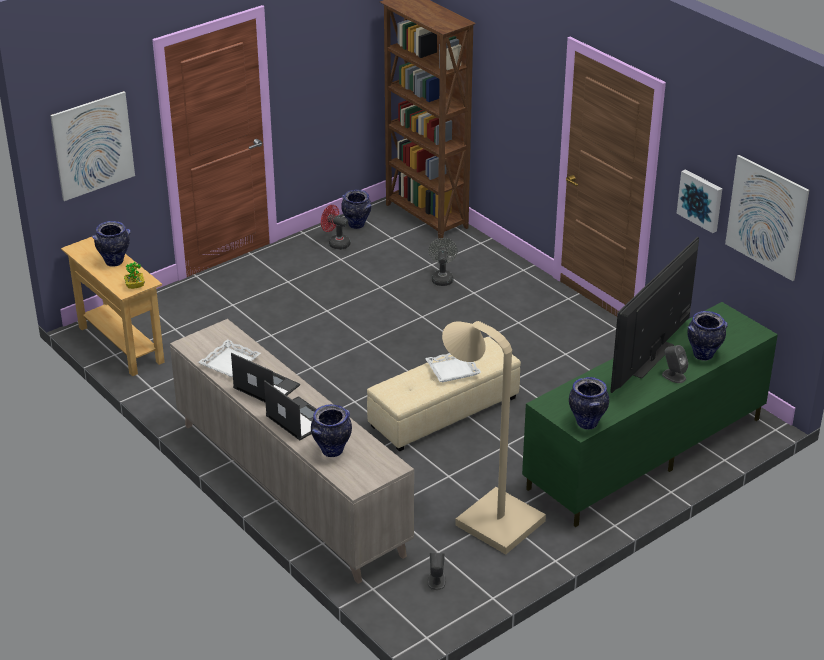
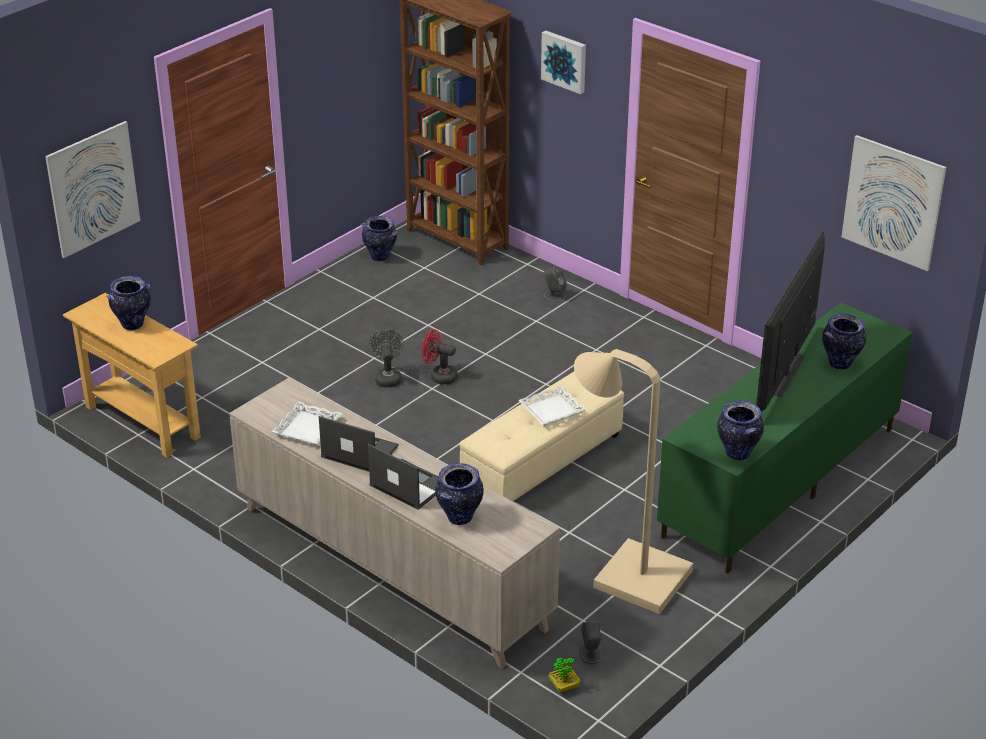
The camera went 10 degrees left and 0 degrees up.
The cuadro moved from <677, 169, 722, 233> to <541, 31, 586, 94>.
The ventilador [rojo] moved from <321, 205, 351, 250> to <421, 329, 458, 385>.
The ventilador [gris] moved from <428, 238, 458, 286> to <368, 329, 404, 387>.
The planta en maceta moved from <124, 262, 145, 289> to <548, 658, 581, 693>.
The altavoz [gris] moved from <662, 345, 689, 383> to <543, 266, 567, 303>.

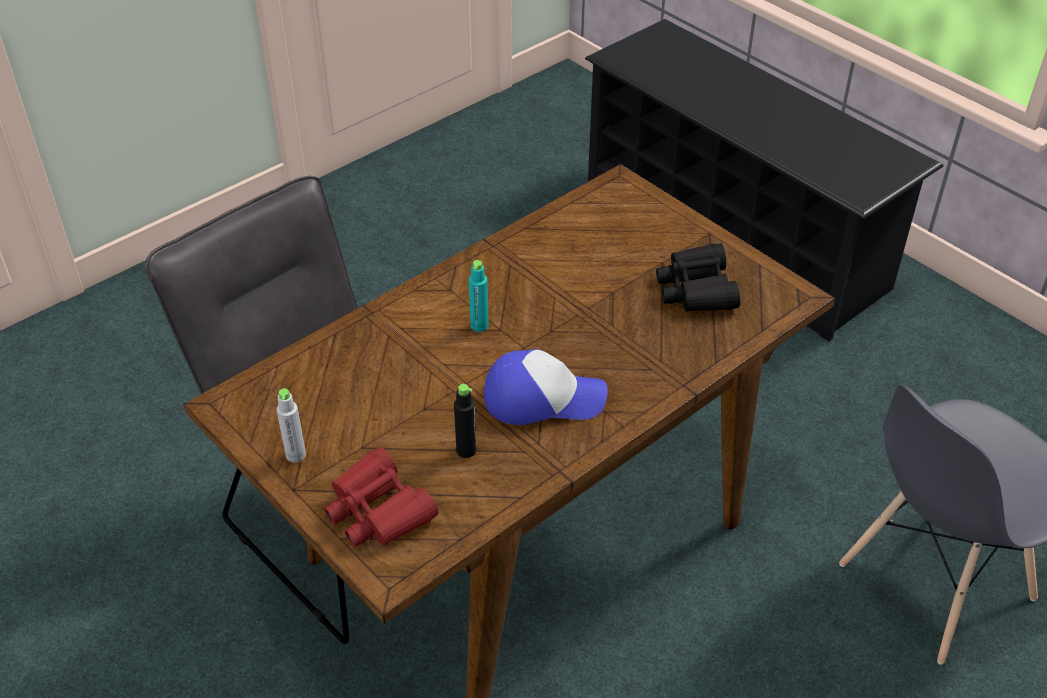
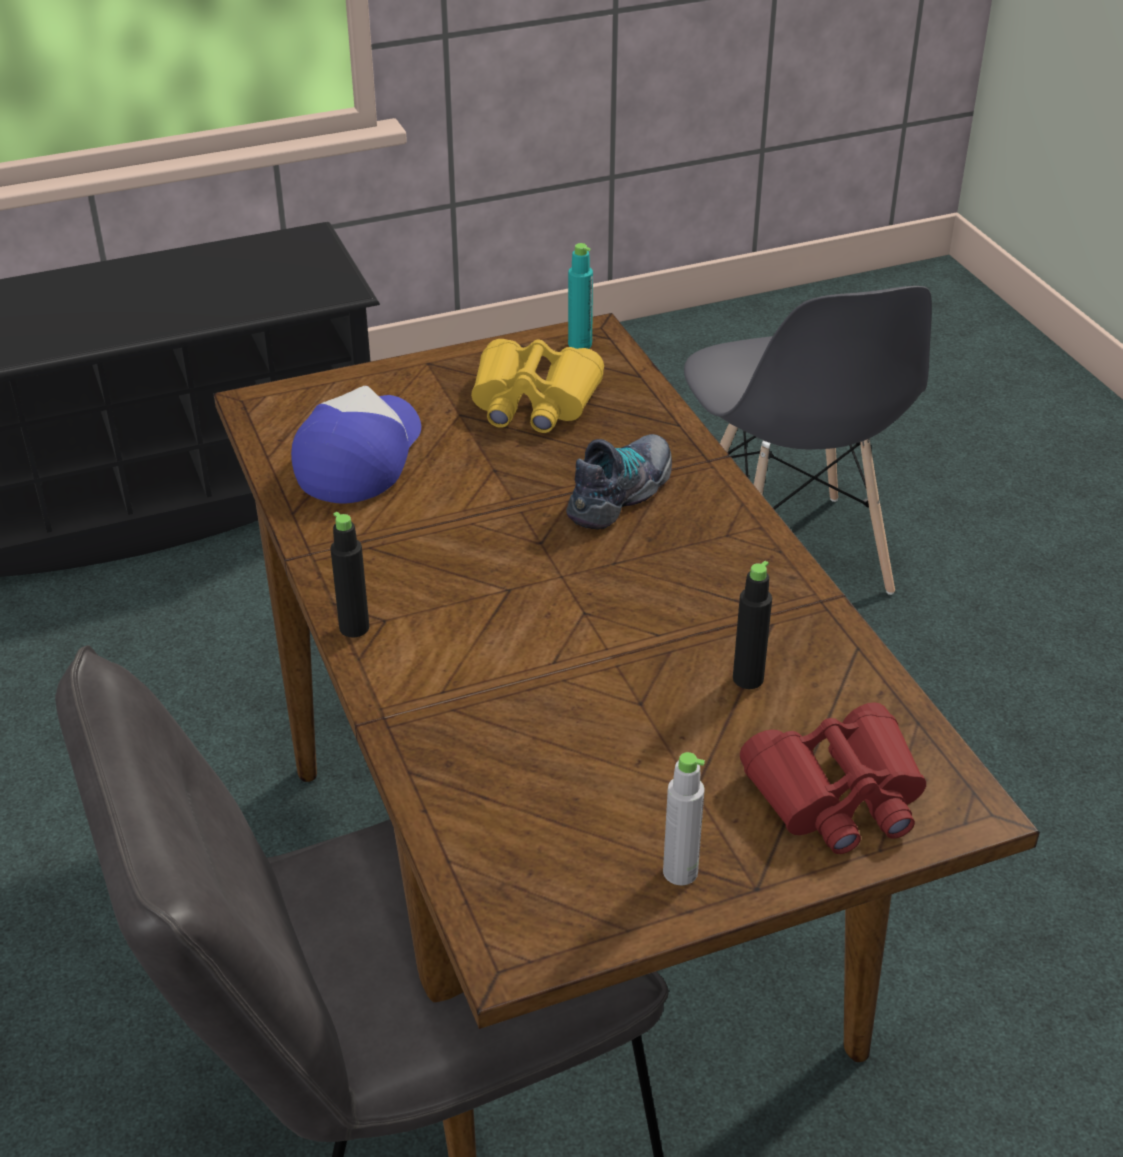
The camera went 70 degrees left and 5 degrees down.
The prismáticos [negro] at <656, 243, 740, 312> became the prismáticos [amarillo] at <471, 339, 604, 433>.
The botella [turquesa] moved from <469, 260, 489, 332> to <568, 243, 593, 349>.
The gorra moved from <484, 349, 608, 425> to <291, 386, 421, 503>.
The zapato at <566, 434, 672, 530> appeared.
The botella [negro] at <330, 512, 369, 637> appeared.

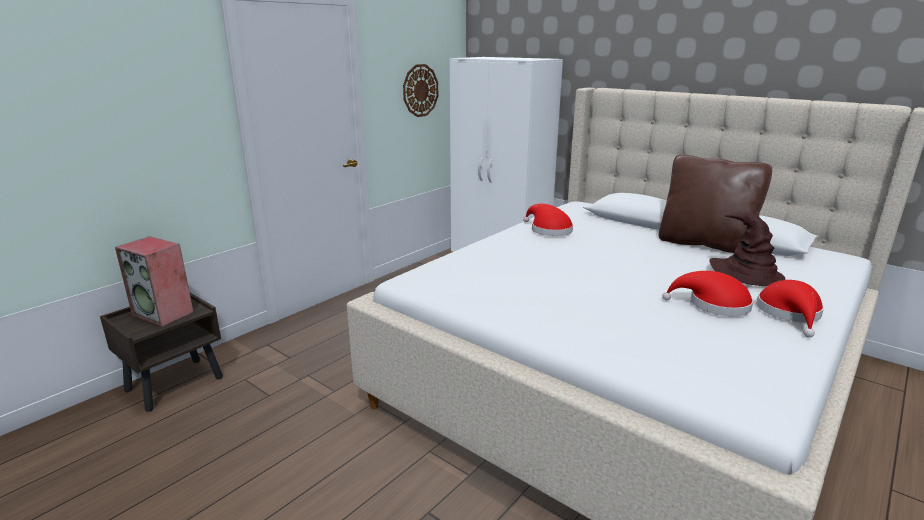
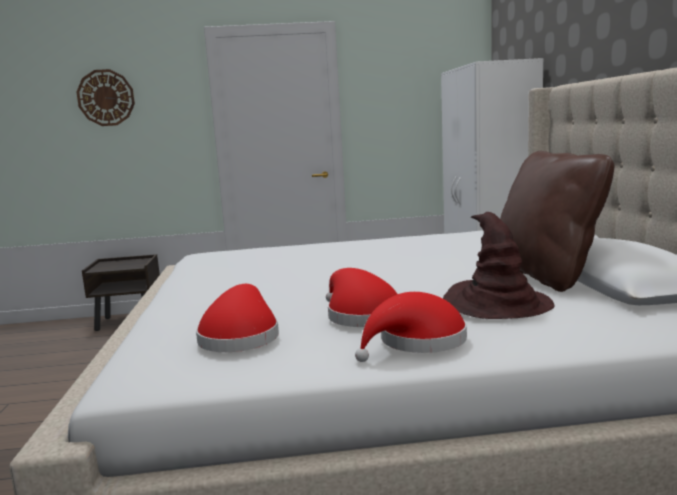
The camera went 45 degrees right and 10 degrees down.
The reloj de pared moved from <403, 64, 438, 117> to <76, 69, 135, 126>.
The sombrero [rojo] moved from <523, 204, 573, 236> to <196, 284, 279, 352>.
The altavoz at <115, 236, 194, 327> disappeared.

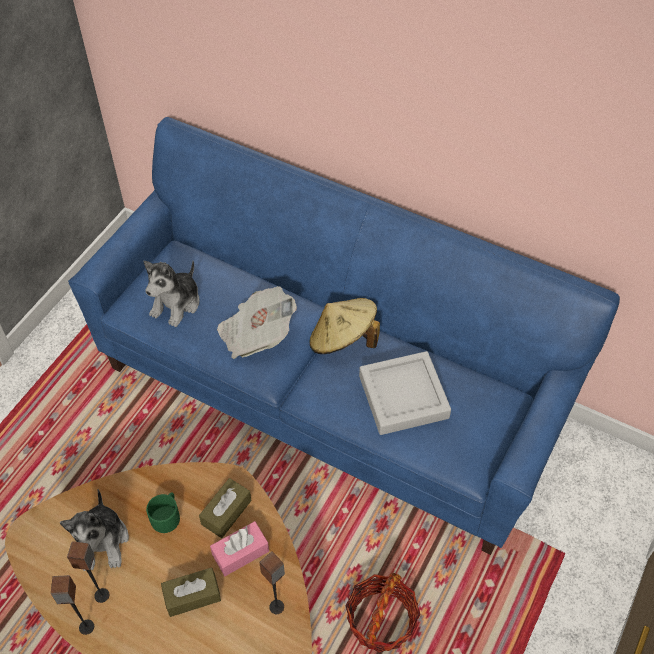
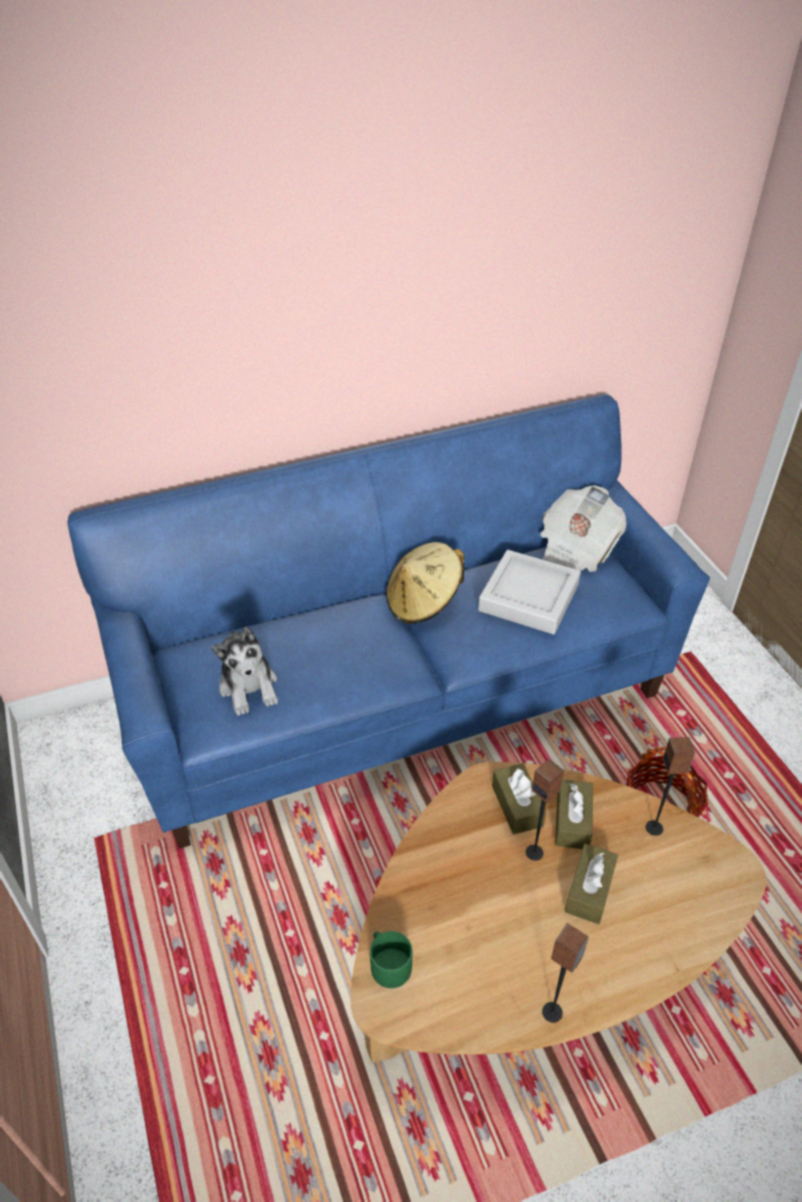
The camera went 50 degrees left and 10 degrees down.
The periódico moved from <217, 286, 297, 359> to <540, 485, 627, 572>.
The peluche at <60, 489, 129, 571> disappeared.
The taza grande [verde] moved from <146, 493, 180, 533> to <370, 931, 412, 988>.
The caja de pañuelos [rosa] at <210, 521, 269, 576> became the caja de pañuelos [marrón] at <555, 779, 593, 849>.
The altavoz moved from <67, 541, 109, 603> to <526, 759, 564, 861>.

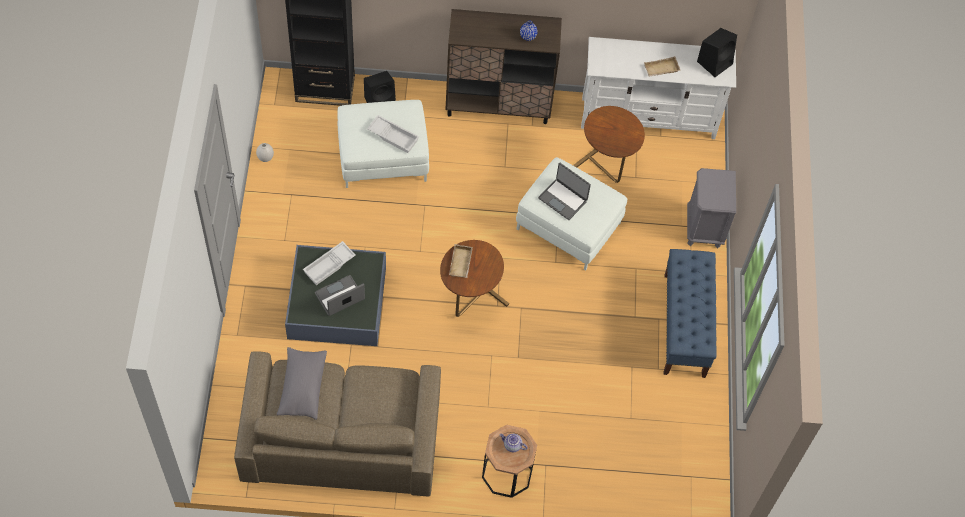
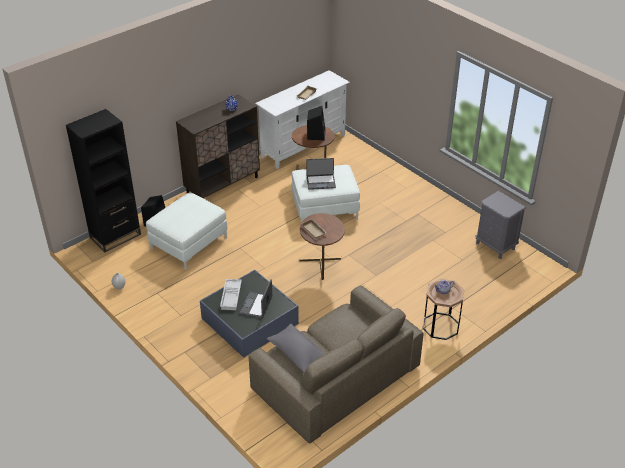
The camera went 40 degrees left and 20 degrees down.
The altavoz [negro] moved from <697, 28, 737, 77> to <307, 106, 326, 140>.
The bandeja [blanco] at <367, 115, 419, 153> disappeared.
The mesita de noche [gris] moved from <687, 168, 736, 249> to <476, 191, 526, 259>.
The banco [azul] at <664, 249, 717, 378> disappeared.

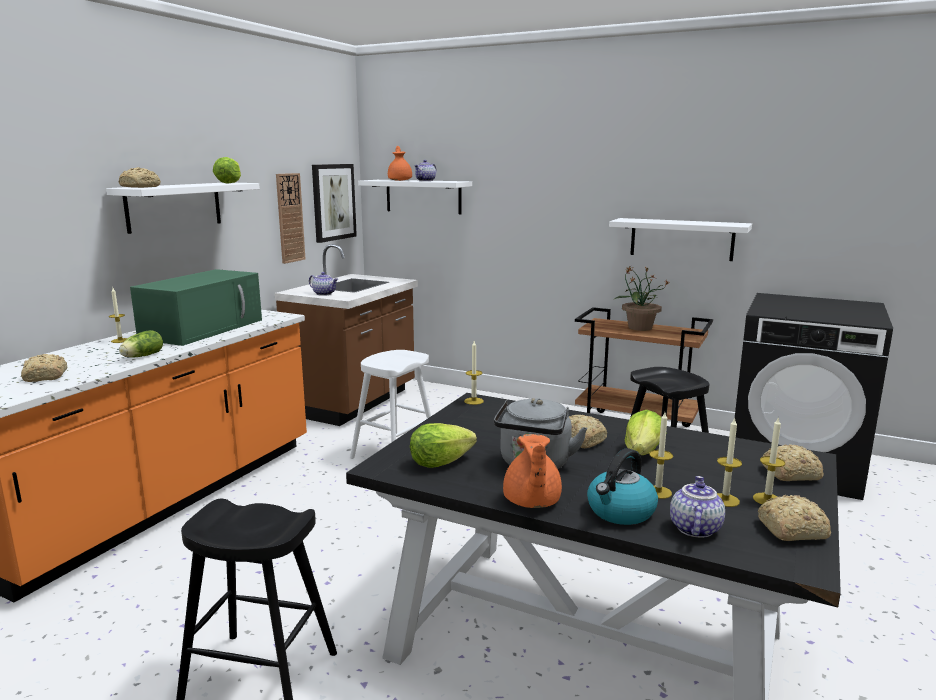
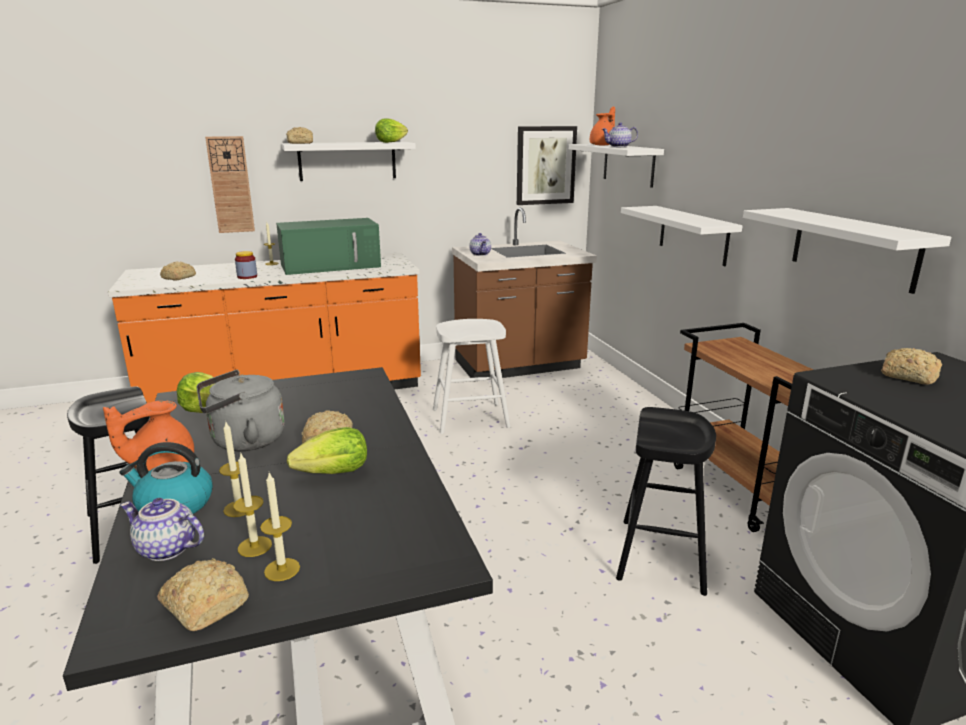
The camera went 45 degrees right and 5 degrees up.
The reloj de pared moved from <276, 173, 305, 264> to <205, 136, 255, 233>.
The planta en maceta at <615, 267, 670, 331> disappeared.
The lechuga at <119, 330, 163, 358> was replaced by the tarro at <235, 251, 257, 279>.
The vela at <464, 341, 484, 405> disappeared.
The pan moved from <762, 444, 824, 481> to <881, 348, 942, 384>.
The tetera at <670, 476, 725, 538> turned 135 degrees counterclockwise.
The estante [blanco] at <621, 206, 743, 266> appeared.

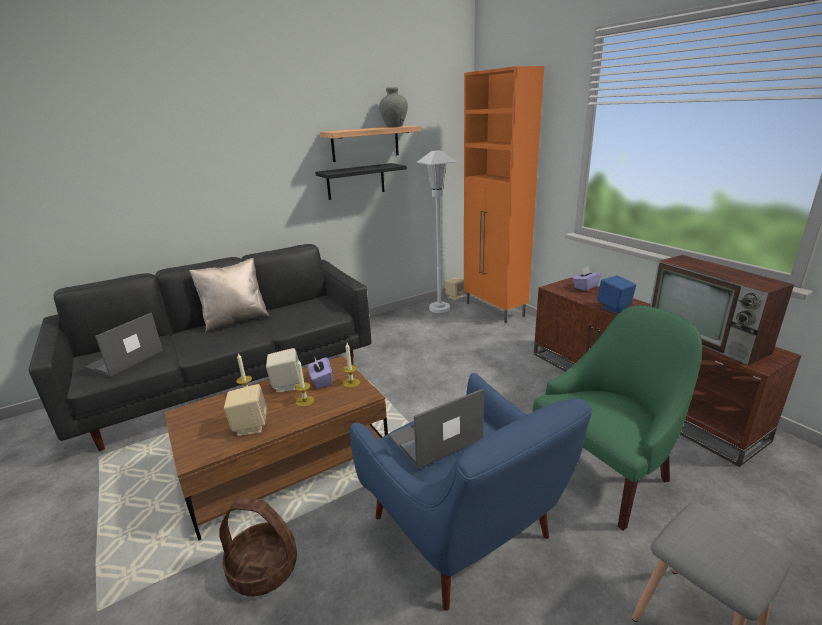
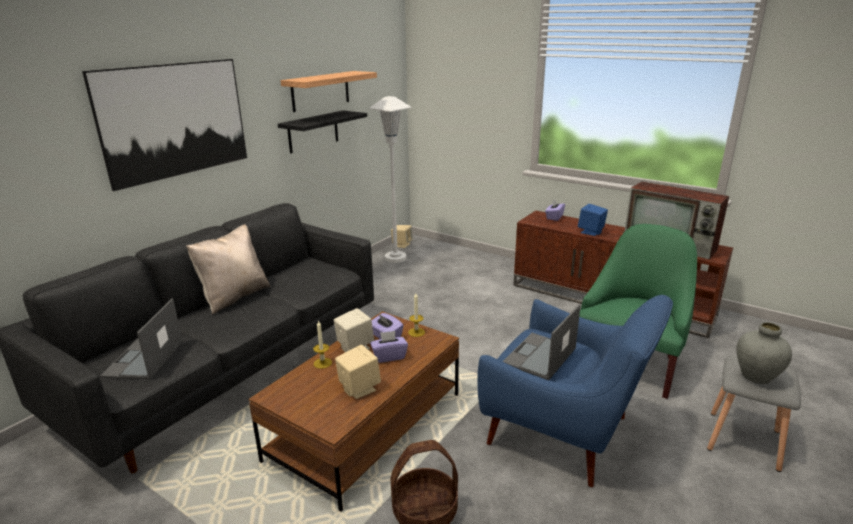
The camera went 25 degrees left and 0 degrees up.
The armario [naranja] at <464, 66, 544, 323> disappeared.
The florero [gris] moved from <379, 87, 408, 127> to <736, 322, 792, 384>.
The vela at <295, 360, 314, 407> was replaced by the caja de pañuelos [morado] at <370, 331, 408, 363>.
The cuadro at <82, 59, 247, 191> appeared.

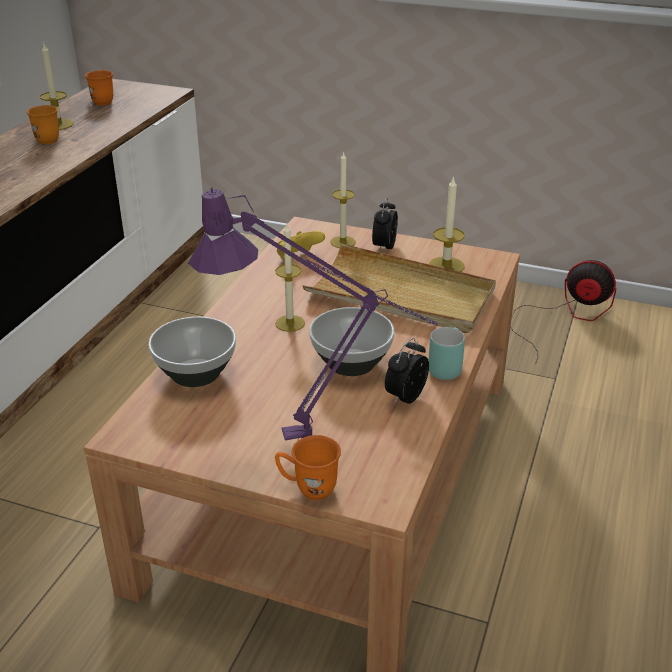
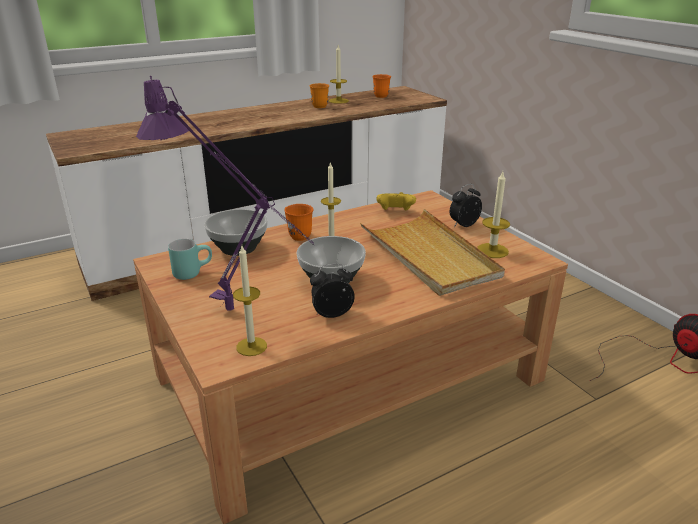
The camera went 40 degrees right and 5 degrees down.
The vela moved from <330, 151, 356, 248> to <233, 246, 267, 356>.
The taza grande [turquesa] moved from <428, 327, 465, 380> to <168, 239, 212, 280>.
The taza grande [naranja] moved from <275, 435, 341, 500> to <285, 204, 313, 241>.

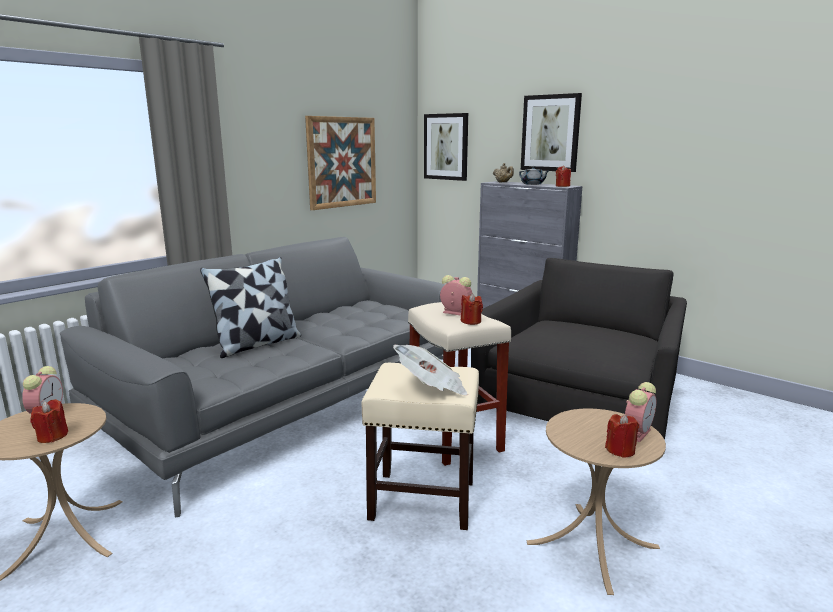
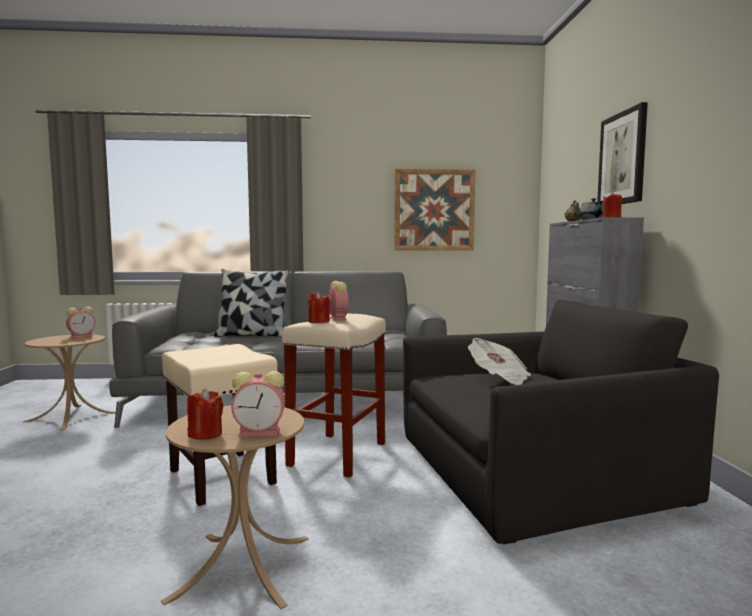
The camera went 45 degrees right and 10 degrees down.
The cuadro at <424, 113, 468, 181> disappeared.
The periódico moved from <393, 345, 468, 395> to <468, 338, 531, 385>.
The vela [rojo] at <30, 399, 68, 443> disappeared.

